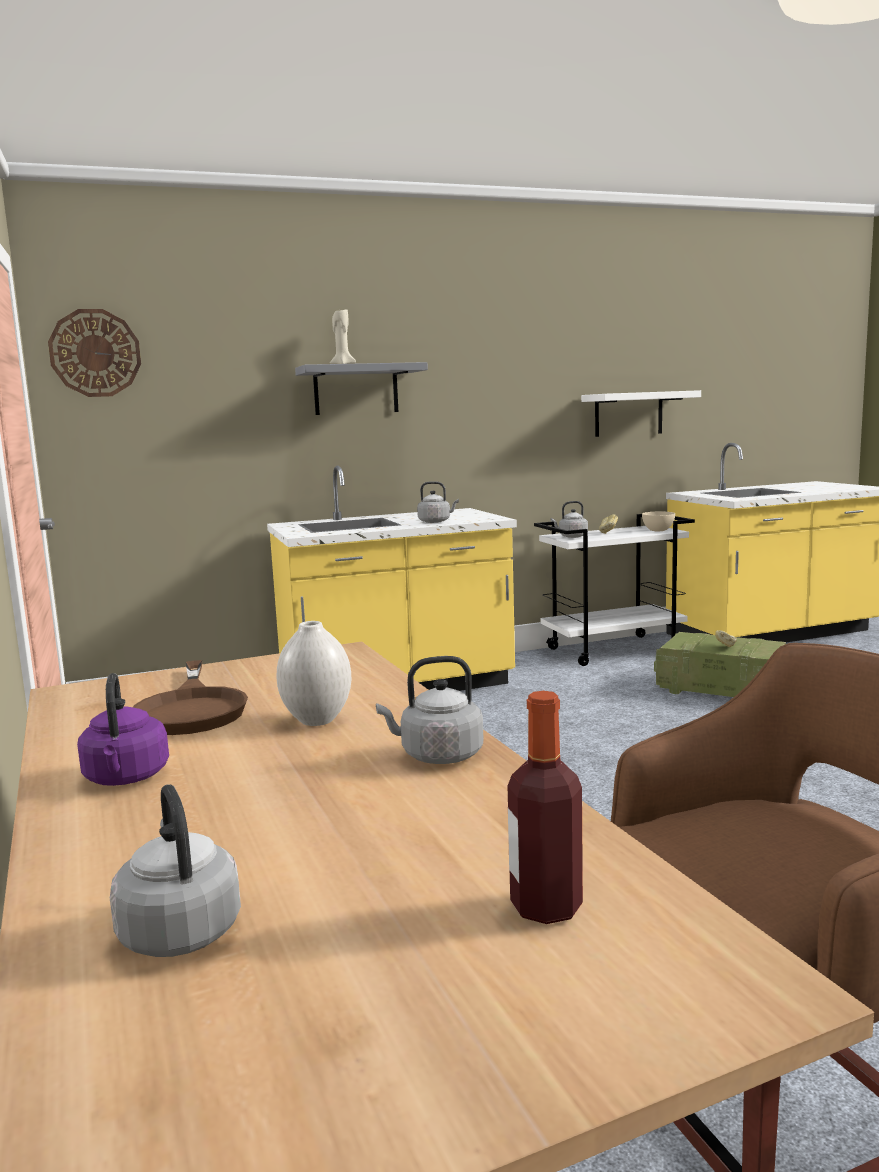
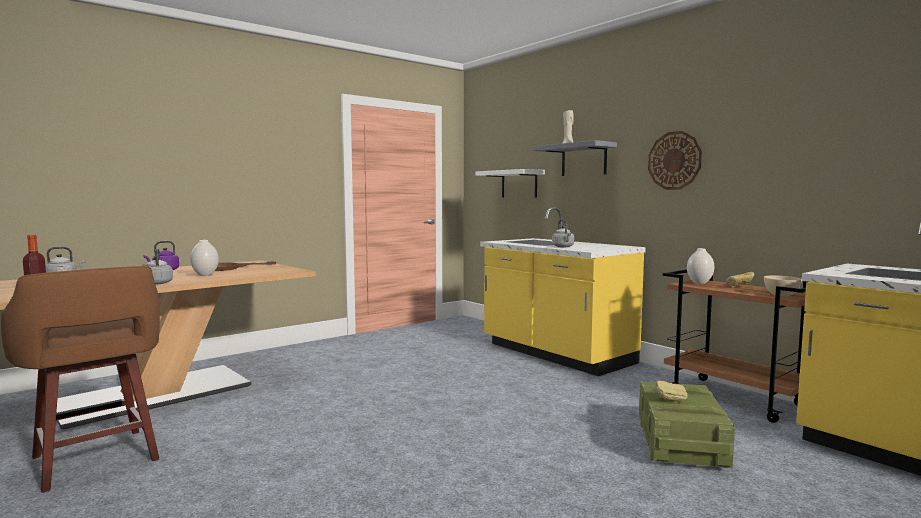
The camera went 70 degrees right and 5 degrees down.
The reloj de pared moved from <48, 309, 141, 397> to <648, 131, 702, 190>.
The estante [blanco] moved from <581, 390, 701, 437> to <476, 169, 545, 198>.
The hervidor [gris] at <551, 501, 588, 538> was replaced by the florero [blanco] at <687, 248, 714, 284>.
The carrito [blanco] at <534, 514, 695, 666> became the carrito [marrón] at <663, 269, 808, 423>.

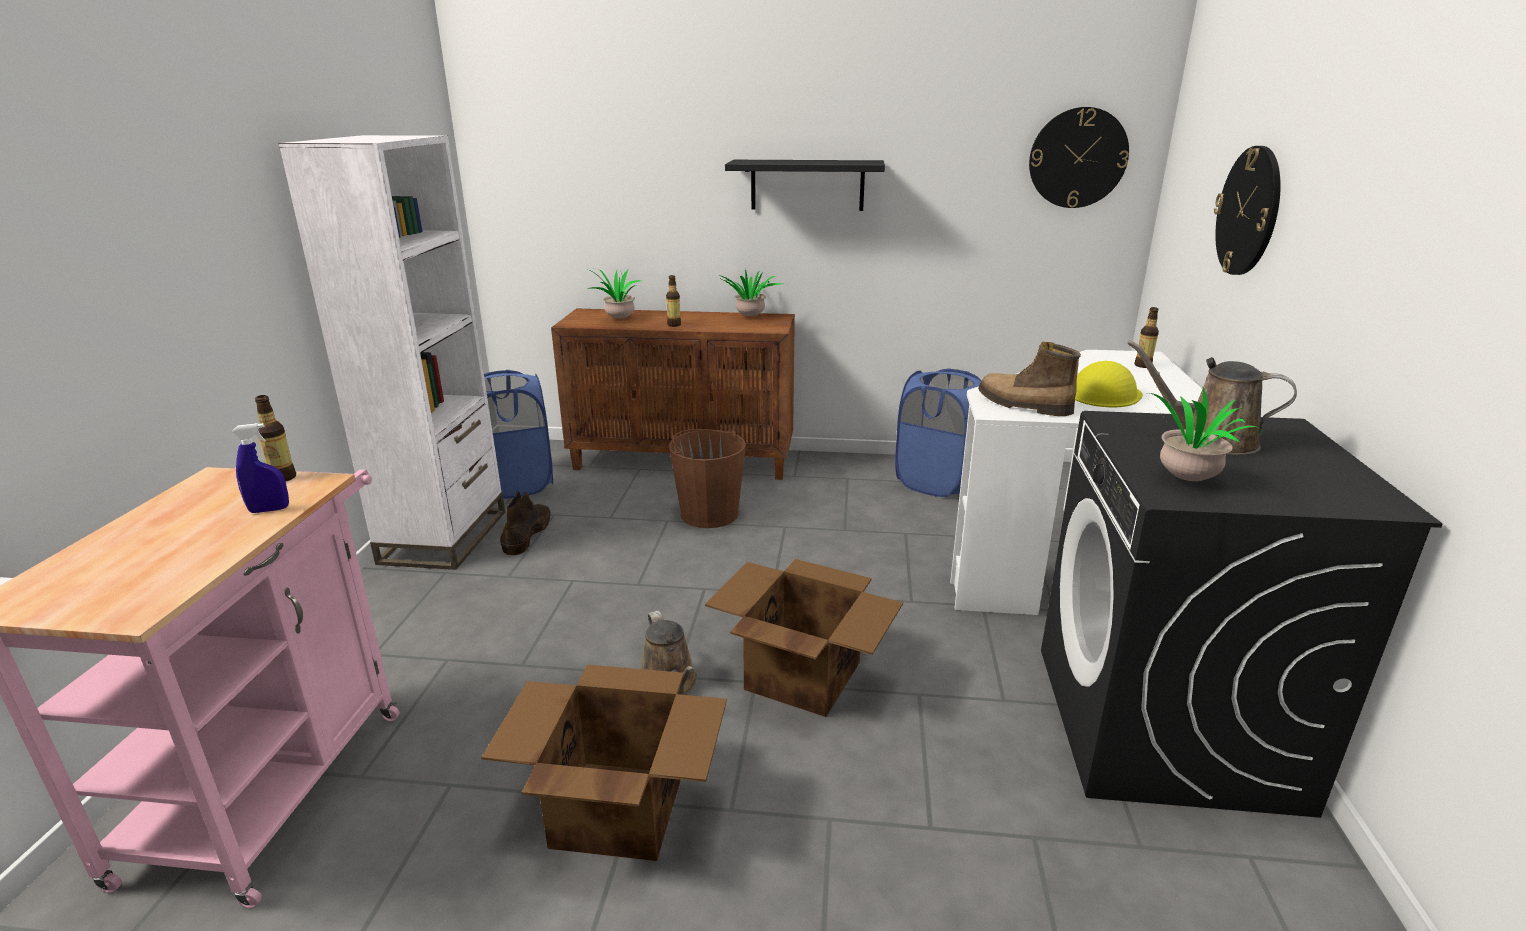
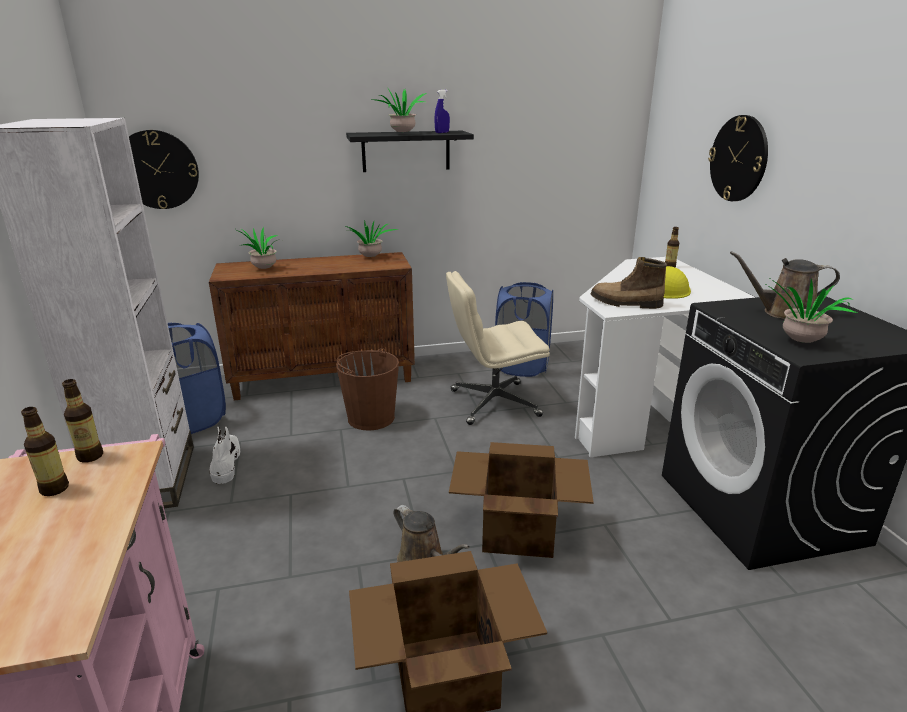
The camera went 20 degrees left and 0 degrees up.
The reloj de pared moved from <1029, 107, 1129, 208> to <129, 130, 199, 209>.
The botella moved from <666, 275, 681, 327> to <21, 407, 69, 496>.
The pulverizador [azul] moved from <232, 423, 289, 513> to <434, 90, 450, 133>.
The bota [marrón] at <500, 490, 551, 555> became the bota [blanco] at <209, 426, 240, 484>.
The planta en maceta at <372, 87, 426, 132> appeared.
The silla de oficina [beis] at <446, 271, 550, 425> appeared.

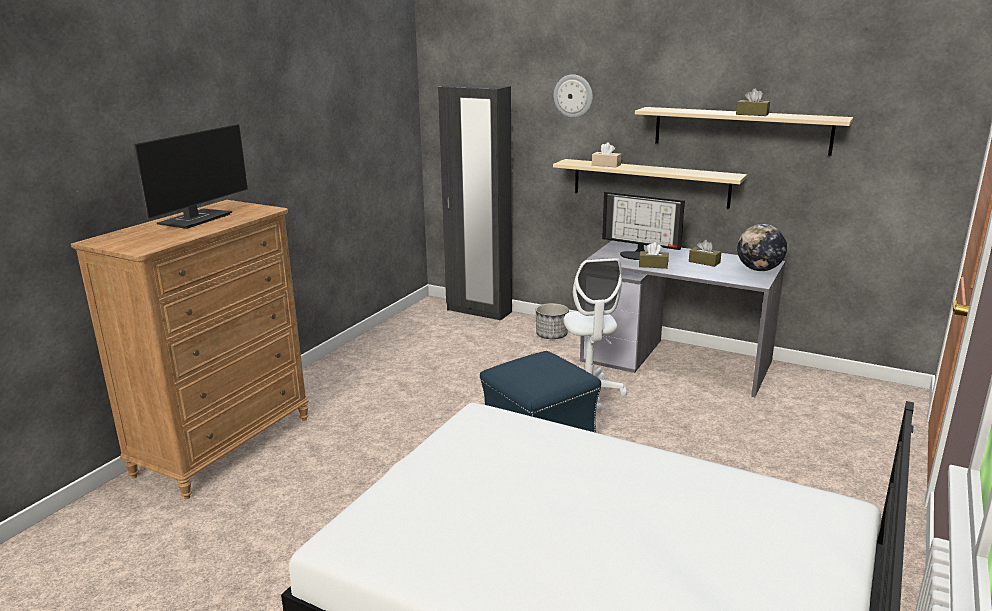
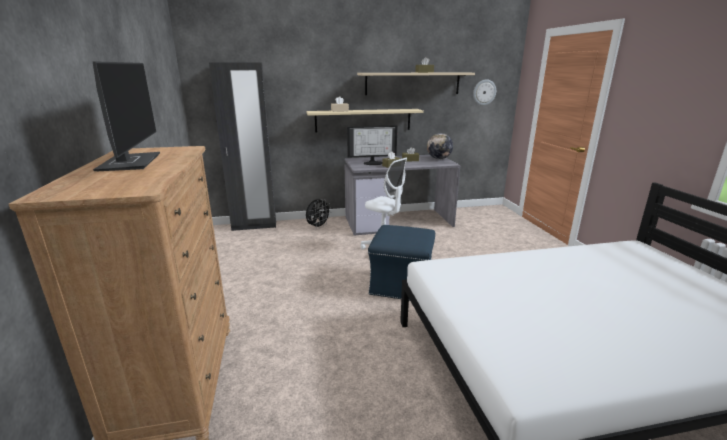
The camera went 40 degrees left and 0 degrees up.
The reloj de pared moved from <554, 74, 593, 118> to <473, 79, 496, 106>.
The maceta at <536, 303, 569, 339> was replaced by the ventilador [negro] at <306, 199, 331, 229>.

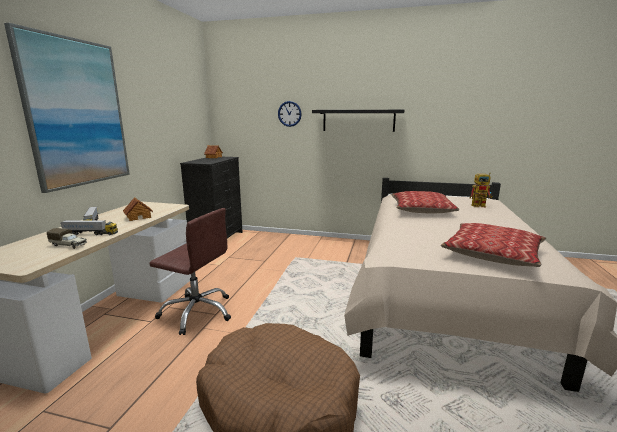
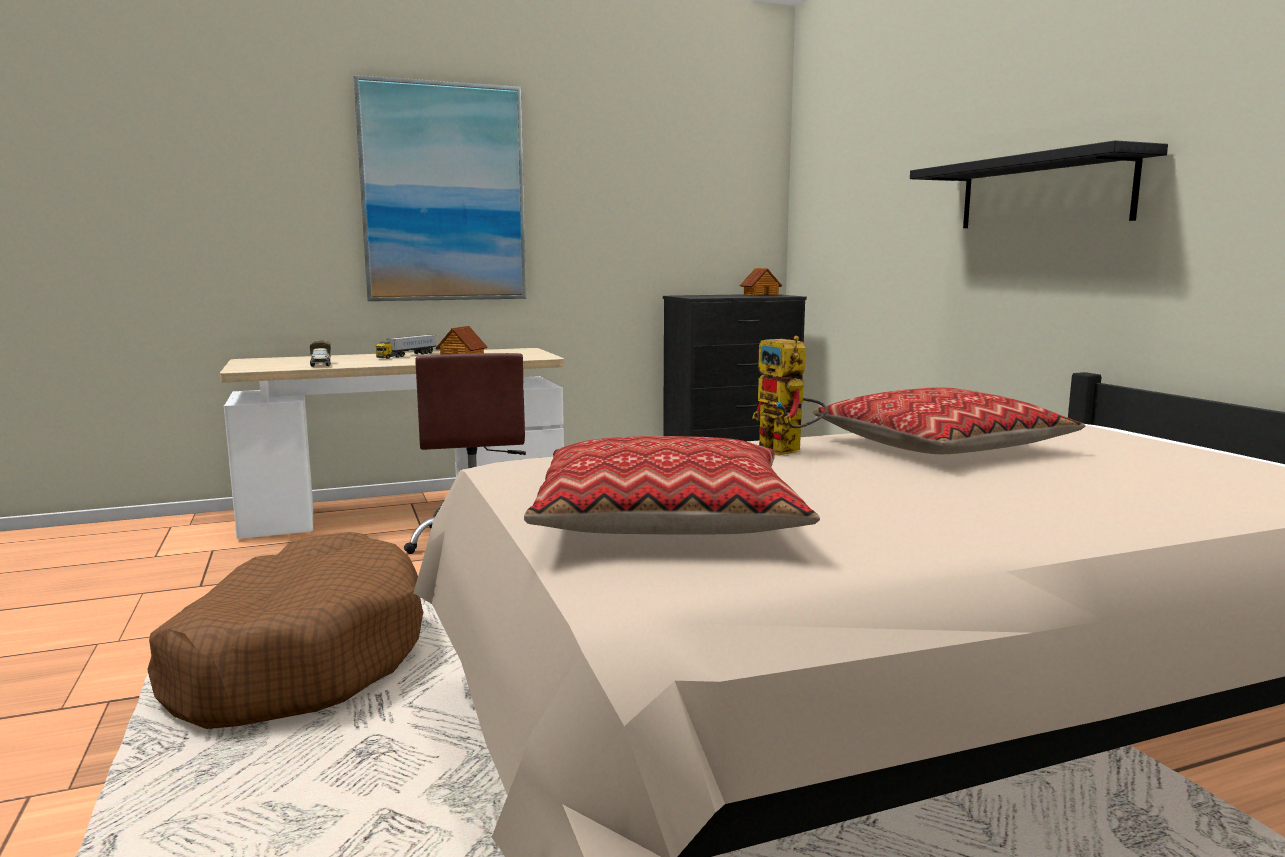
The camera went 55 degrees right and 5 degrees down.
The reloj de pared at <278, 101, 302, 127> disappeared.
The robot de juguete moved from <469, 173, 492, 207> to <752, 336, 827, 456>.
The camión de juguete at <60, 220, 118, 235> disappeared.

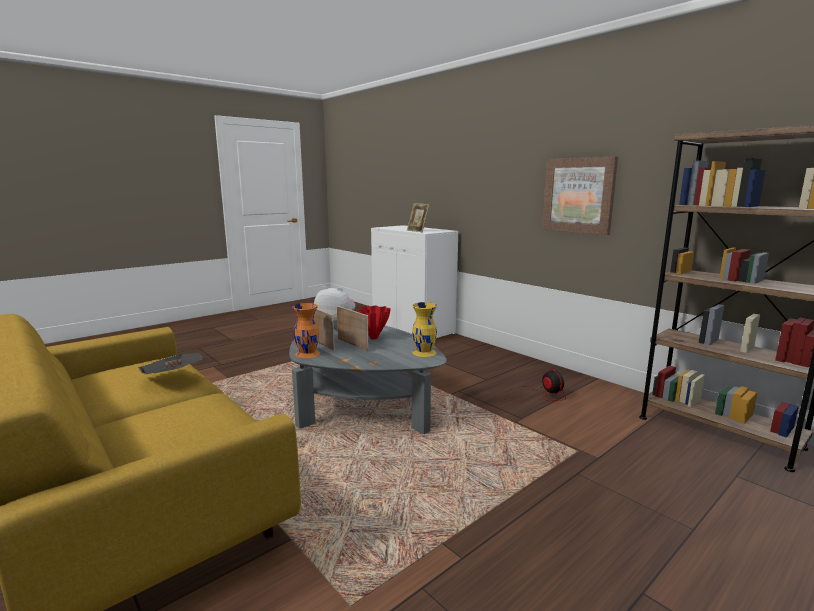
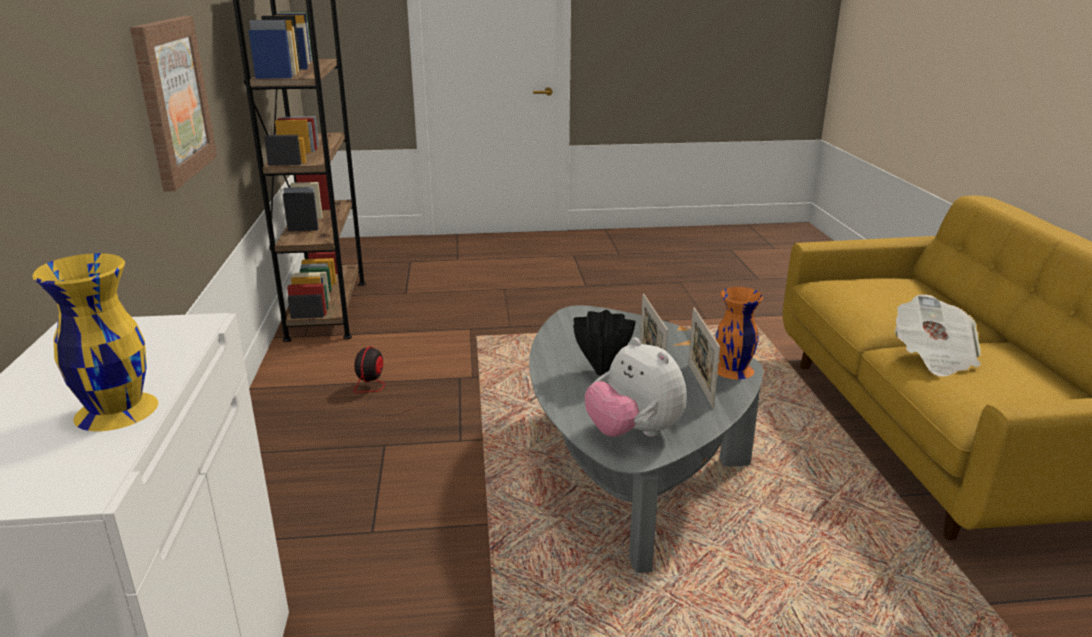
The camera went 145 degrees left and 10 degrees up.
The portarretratos at <407, 203, 430, 232> disappeared.
The florero [amarillo] moved from <412, 302, 437, 357> to <32, 253, 158, 431>.
The florero [rojo] at <358, 305, 391, 340> became the florero [negro] at <573, 310, 636, 376>.

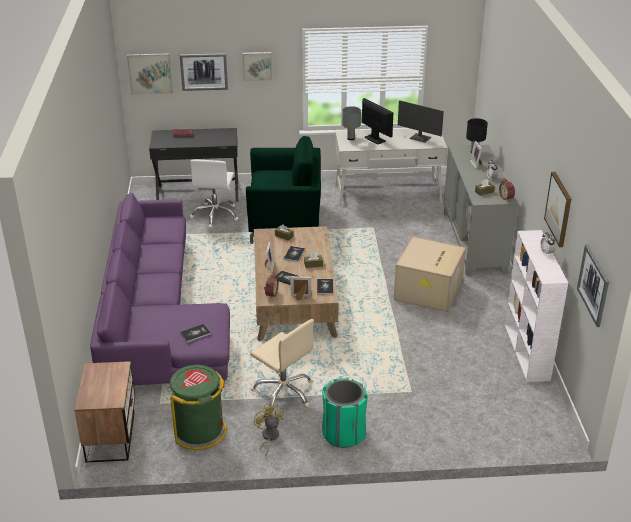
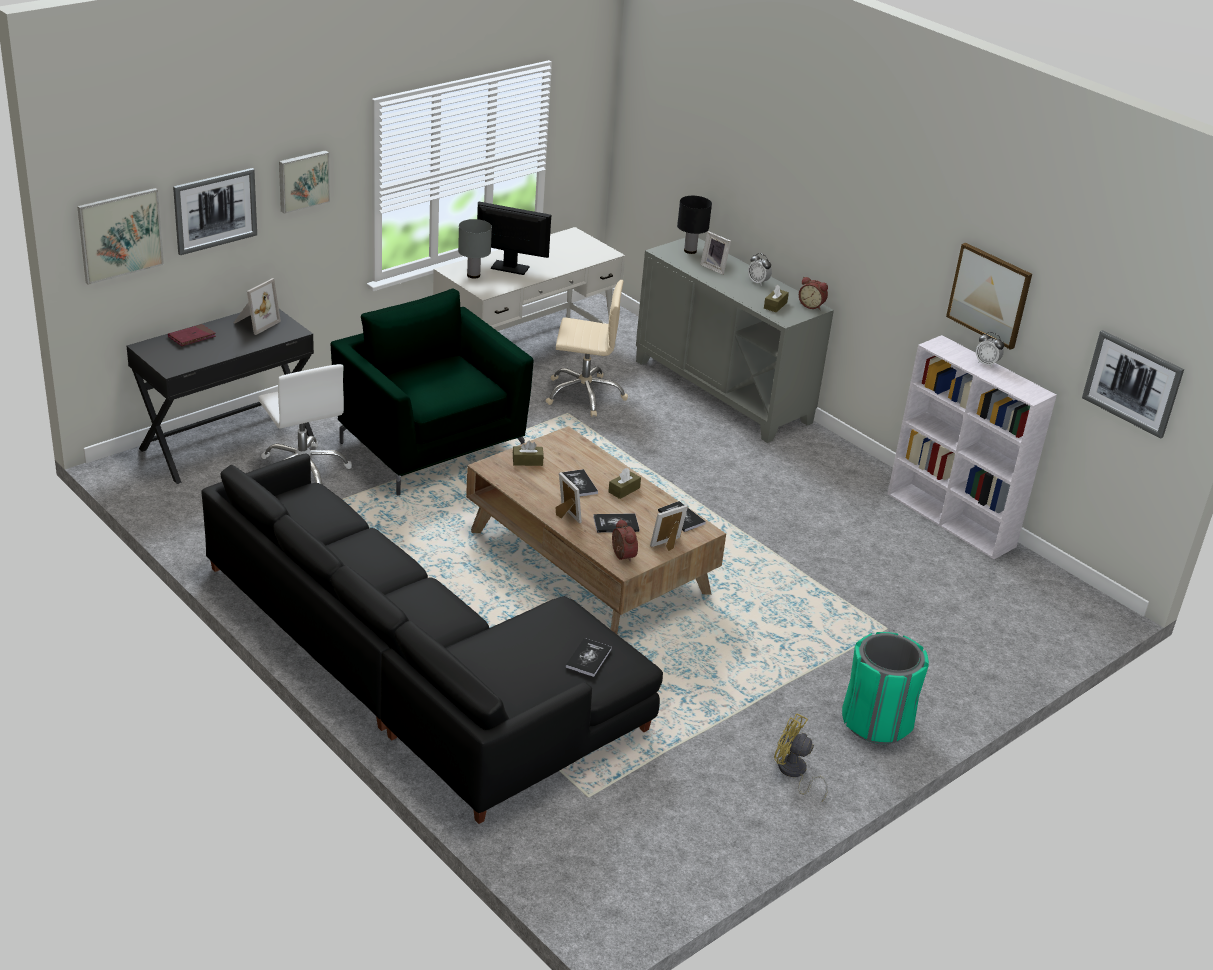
The camera went 40 degrees left and 0 degrees up.
The monitor at <398, 100, 444, 143> disappeared.
The sillón [verde] at <246, 136, 321, 244> turned 90 degrees counterclockwise.
The sofá [morado] at <90, 193, 230, 385> became the sofá [negro] at <201, 453, 663, 824>.
The caja de cartón at <394, 237, 466, 312> disappeared.
The silla de oficina [beis] moved from <250, 319, 314, 408> to <546, 280, 628, 417>.
The mesita de noche at <74, 361, 135, 462> disappeared.
The papelera [verde] at <170, 365, 227, 450> disappeared.
The portarretratos at <233, 278, 281, 335> appeared.

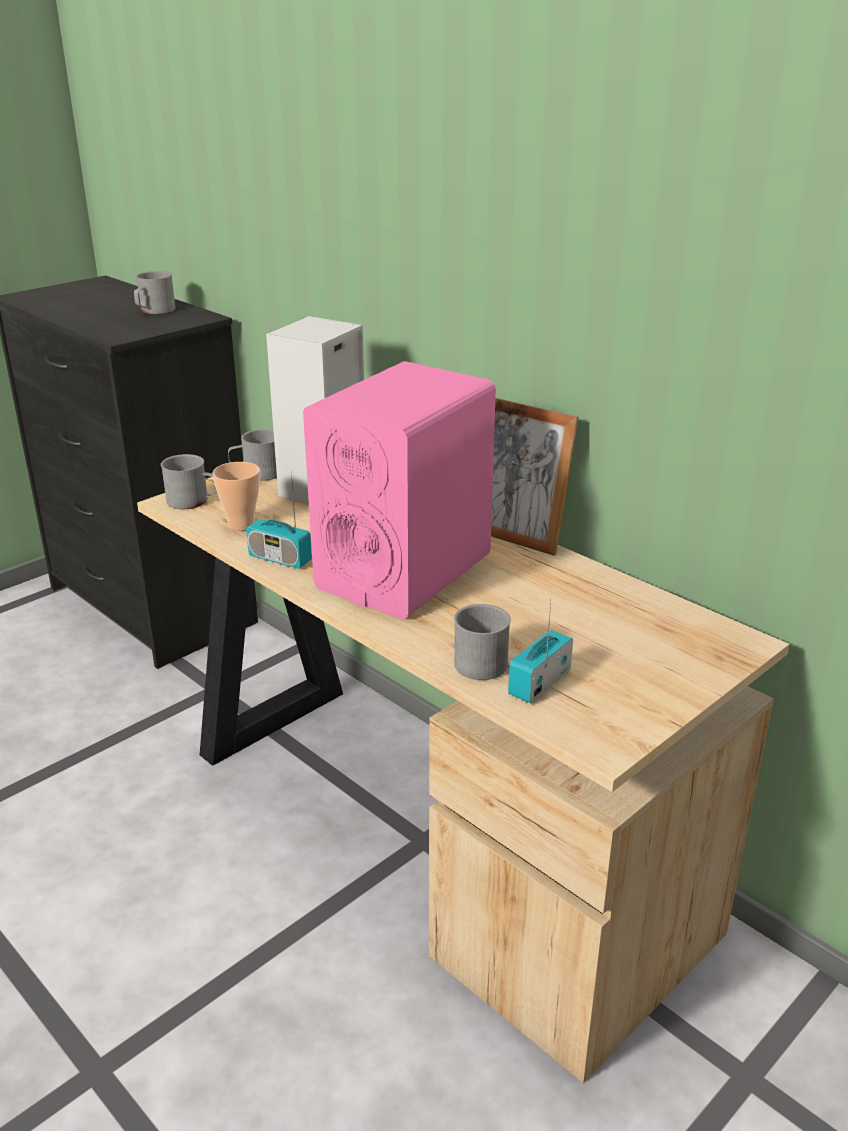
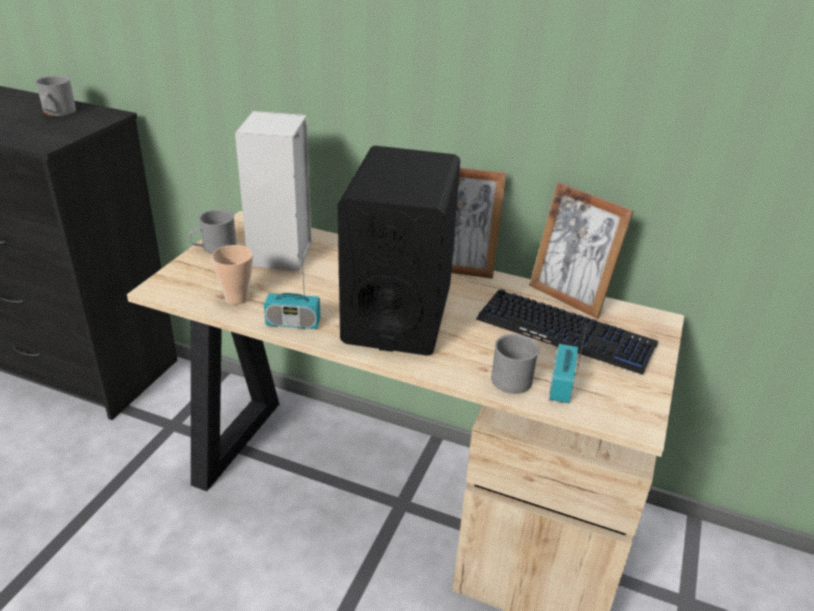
The camera went 25 degrees left and 5 degrees up.
The altavoz [rosa] at <303, 361, 496, 619> became the altavoz [negro] at <338, 146, 460, 356>.
The taza grande [gris] at <161, 454, 217, 509> disappeared.
The portarretratos at <529, 182, 634, 319> appeared.
The teclado at <476, 289, 658, 375> appeared.

